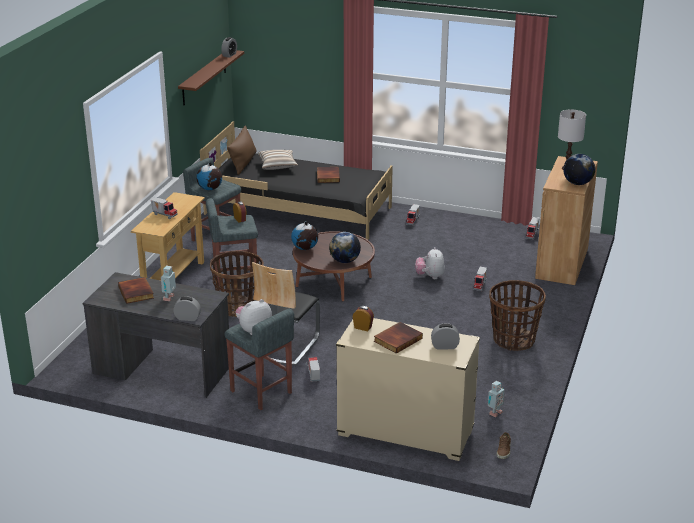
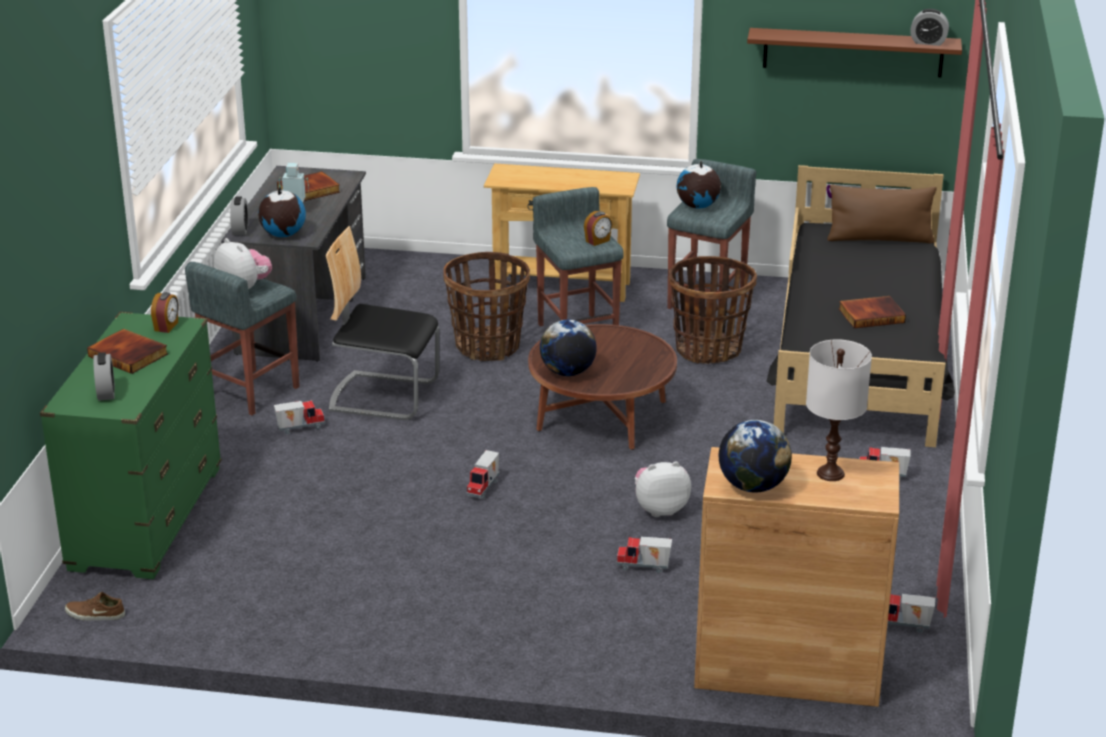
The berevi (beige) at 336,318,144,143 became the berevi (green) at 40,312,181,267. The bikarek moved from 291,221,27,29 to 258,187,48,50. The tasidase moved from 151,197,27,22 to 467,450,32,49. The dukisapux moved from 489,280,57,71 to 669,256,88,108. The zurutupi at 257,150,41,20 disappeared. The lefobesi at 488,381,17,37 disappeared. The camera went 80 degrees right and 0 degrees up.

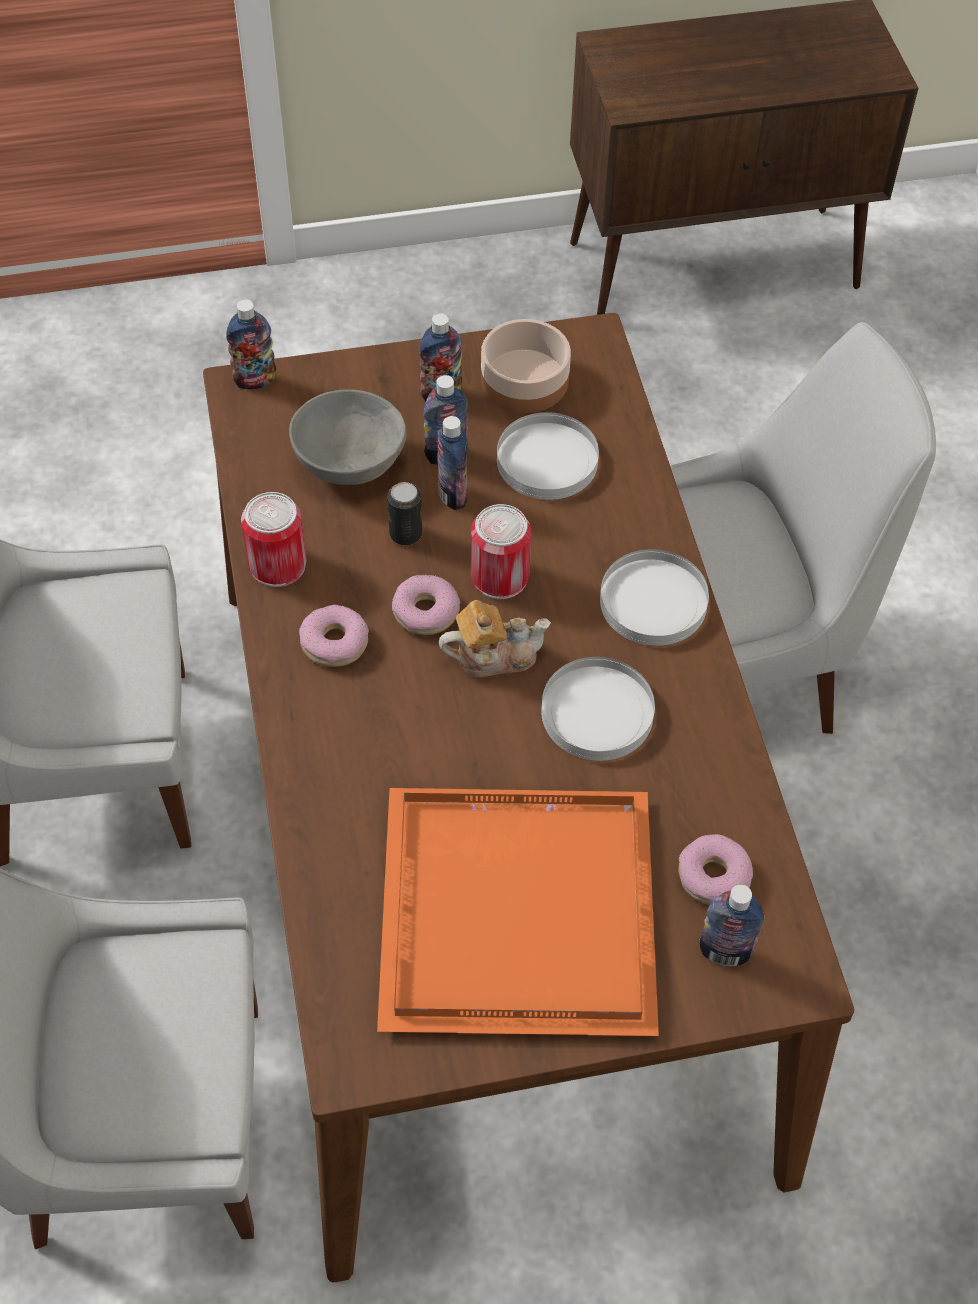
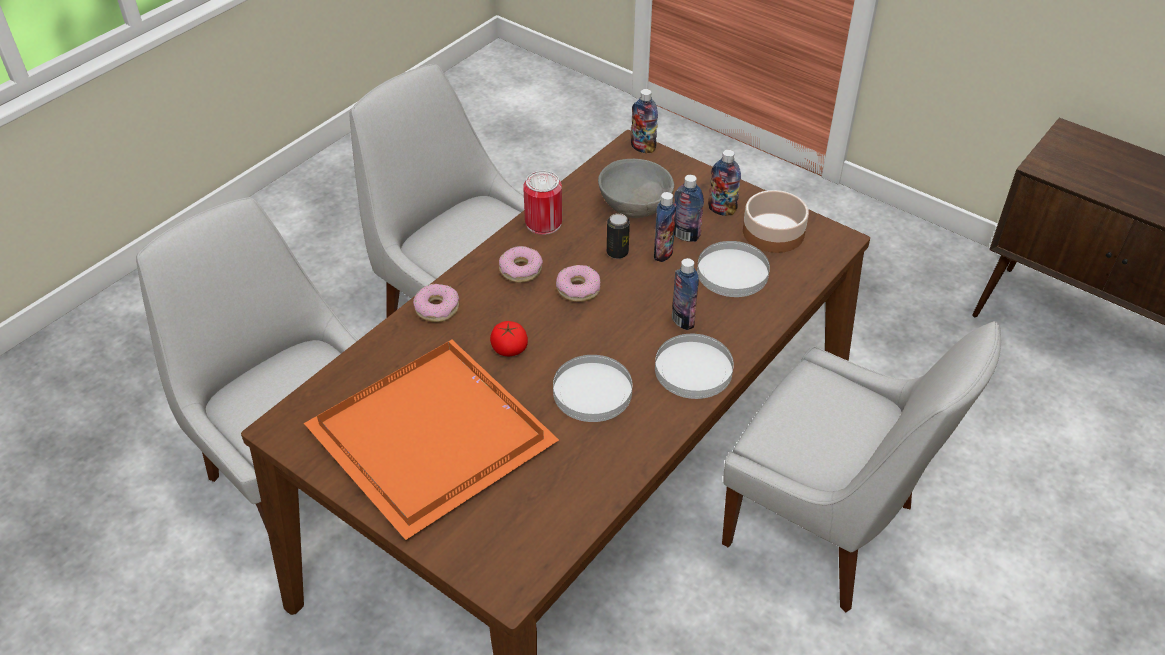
The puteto moved from 679,834,74,71 to 413,284,46,38. The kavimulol at 490,321,38,35 appeared. The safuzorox moved from 699,884,65,82 to 672,258,27,72. The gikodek at 439,600,112,77 disappeared. The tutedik at 471,504,60,95 disappeared. The camera went 50 degrees right and 10 degrees down.

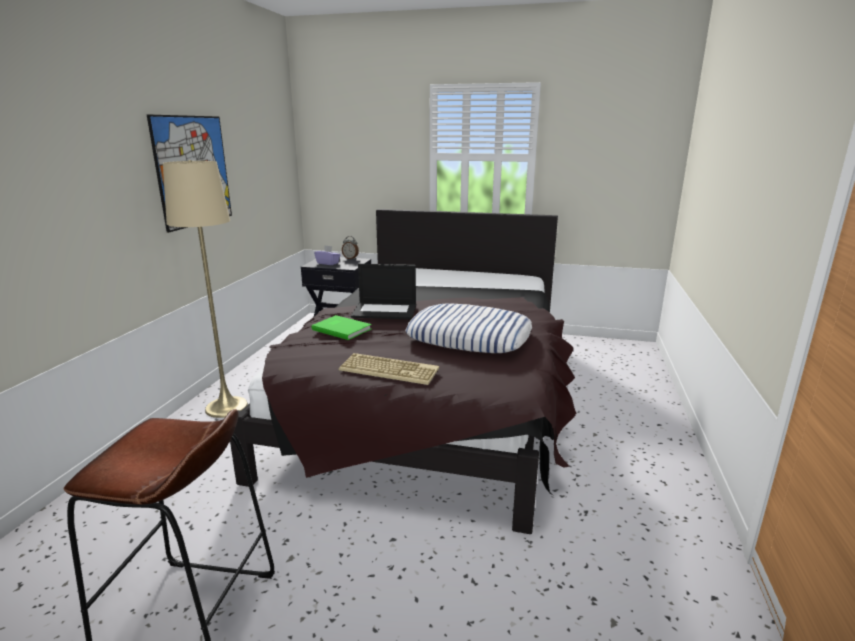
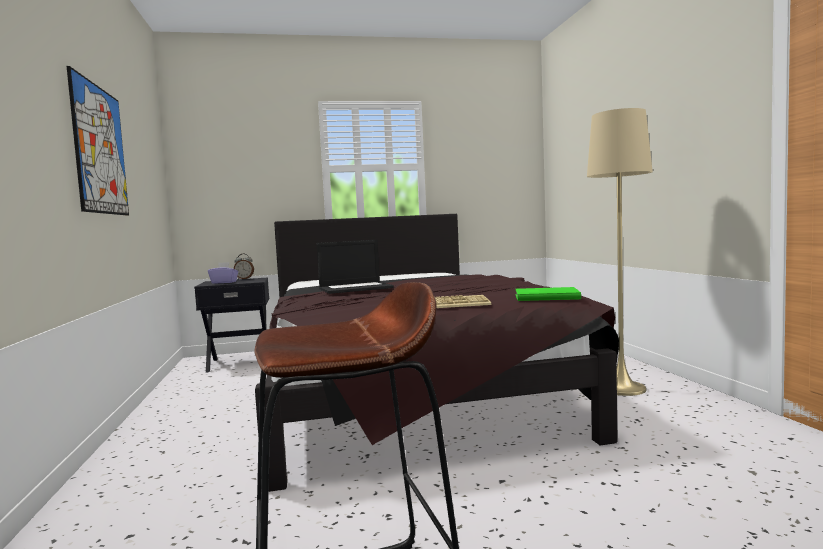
The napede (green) moved from 311,315,60,25 to 516,287,65,14. The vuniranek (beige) moved from 163,160,85,258 to 587,108,66,288. The zurutupi at 405,303,127,50 disappeared. The camera went 25 degrees left and 15 degrees down.

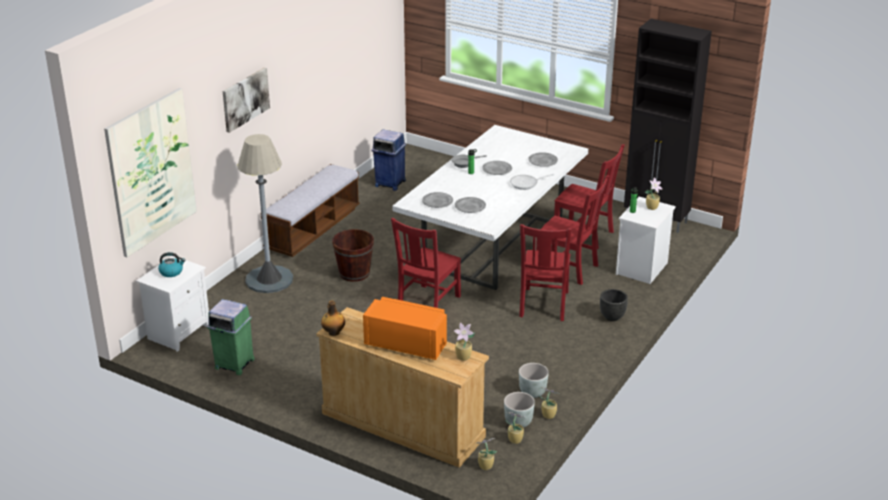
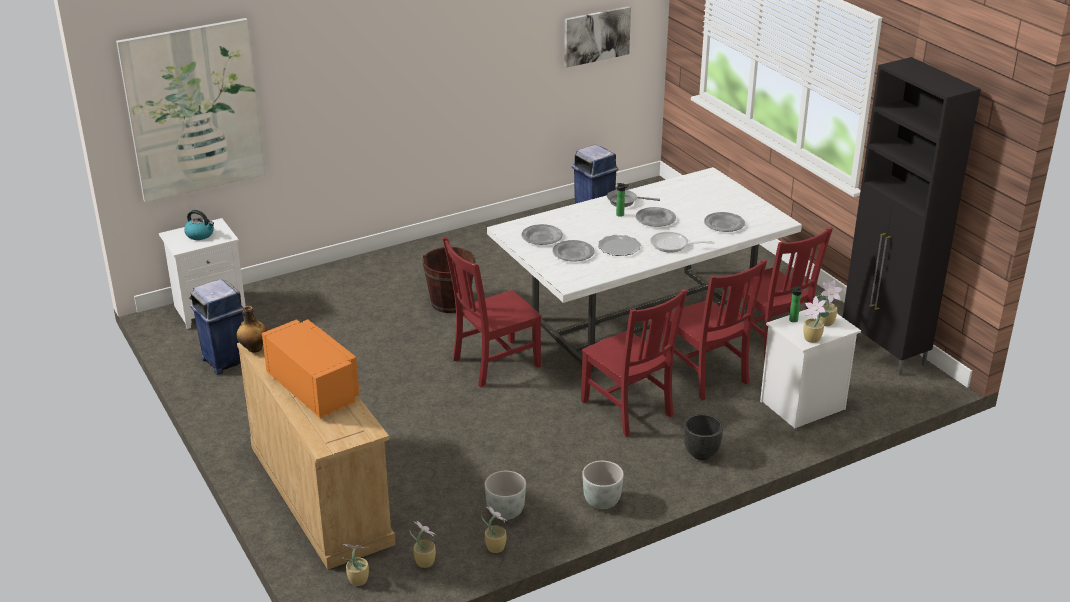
The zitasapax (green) at 207,299,48,76 became the zitasapax (blue) at 190,279,54,96. The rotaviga moved from 223,68,47,65 to 564,6,67,62. The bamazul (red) at 519,224,52,97 turned 75 degrees counterclockwise. The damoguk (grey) moved from 504,392,31,36 to 582,461,42,48. The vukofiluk at 598,235,43,21 appeared. The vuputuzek moved from 454,322,21,39 to 803,296,27,47. The vuniranek (grey) at 237,134,56,159 disappeared. The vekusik at 261,164,99,93 disappeared. The camera went 30 degrees right and 0 degrees up.

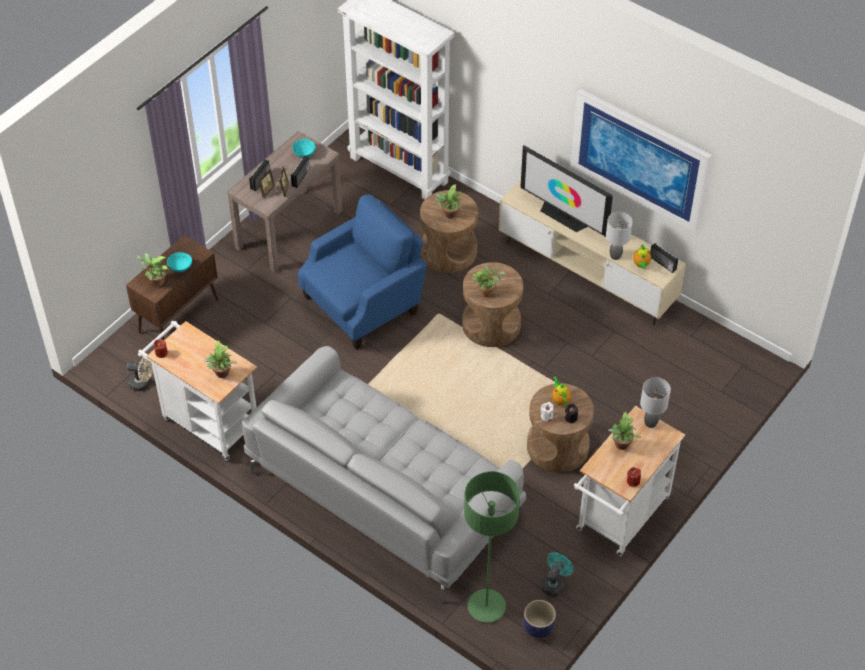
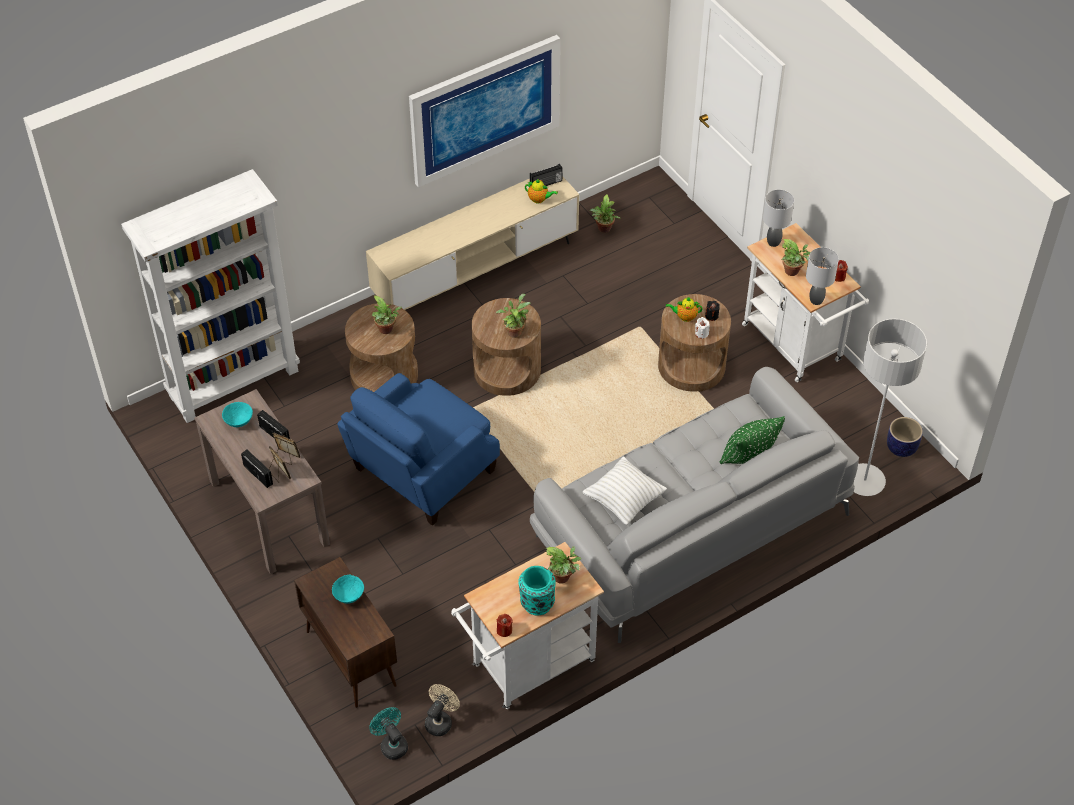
The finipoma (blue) at 298,194,129,156 turned 120 degrees counterclockwise. The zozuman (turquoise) moved from 541,552,33,45 to 369,707,39,53. The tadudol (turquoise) at 518,566,38,50 appeared. The zurutupi (white) at 582,457,85,68 appeared. The vuputuzek moved from 137,253,32,34 to 589,194,32,39. The zurutupi (green) at 719,416,66,48 appeared. The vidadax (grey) moved from 606,212,27,48 to 806,247,33,58. The vuniranek (green) at 464,471,56,152 became the vuniranek (grey) at 853,319,74,177. The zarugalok at 520,145,93,92 disappeared. The camera went 70 degrees left and 0 degrees up.

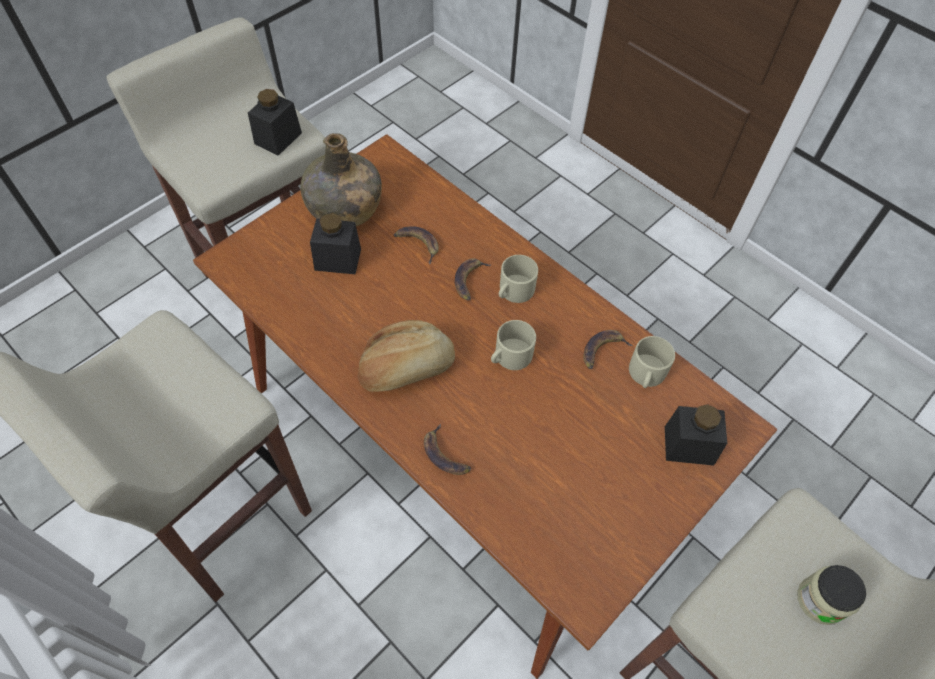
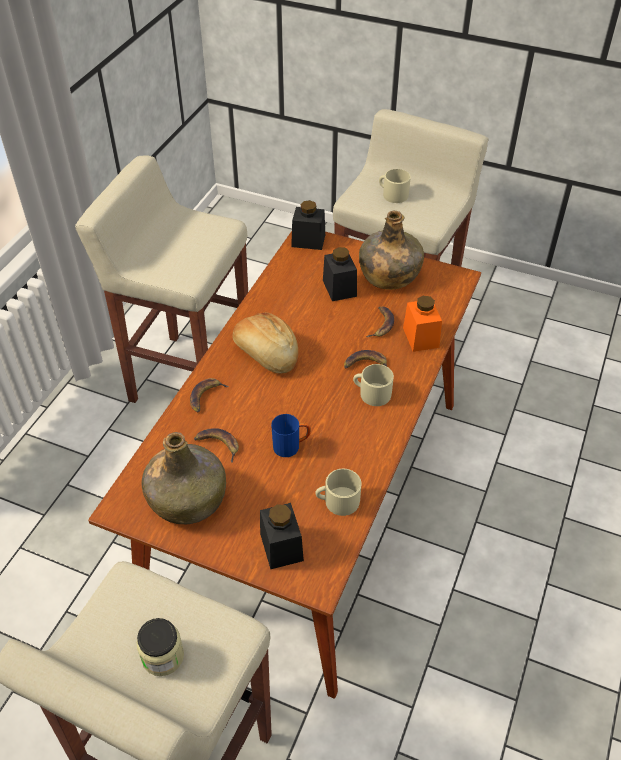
The safuzorox (green) at 141,432,85,92 appeared. The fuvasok moved from 583,330,50,39 to 194,428,45,35. The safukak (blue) at 271,414,40,43 appeared. The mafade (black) moved from 248,89,54,67 to 291,200,34,50. The safukak (beige) moved from 491,320,45,50 to 379,169,32,34. The mafade (orange) at 403,296,39,56 appeared. The camera went 70 degrees right and 10 degrees down.

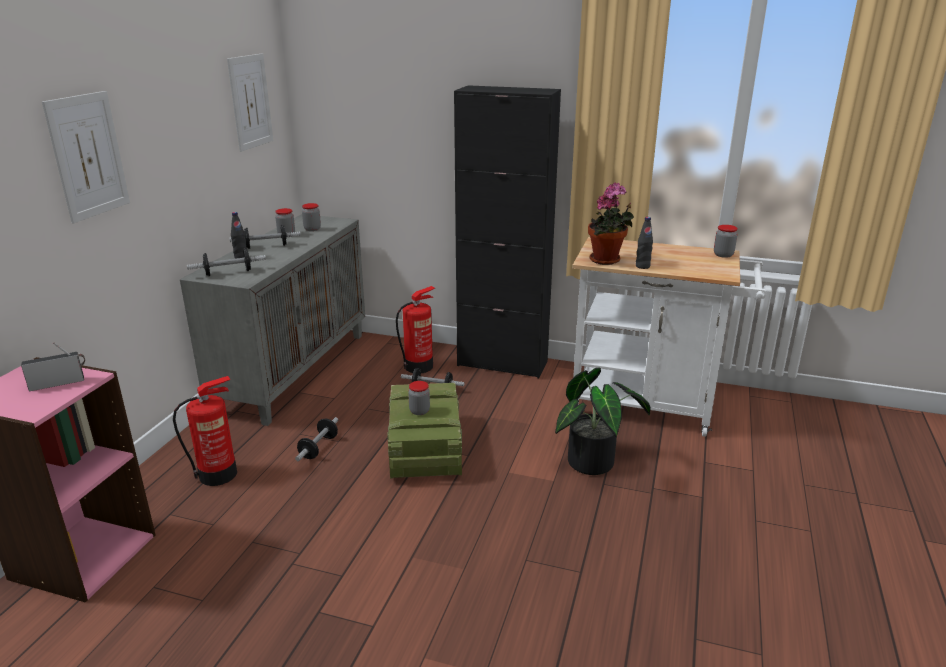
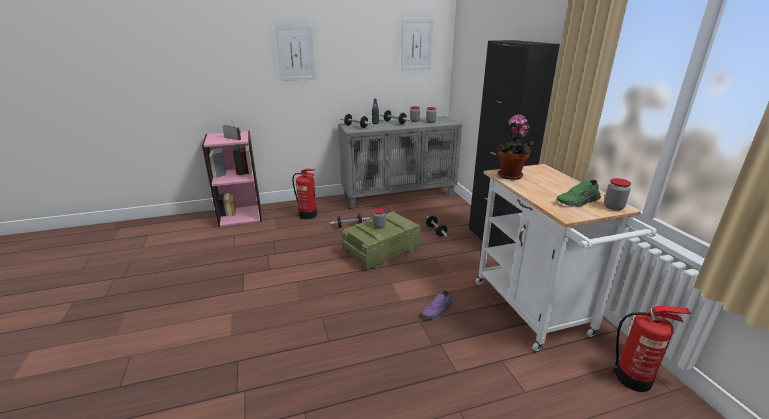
The vuputuzek at 555,367,96,108 was replaced by the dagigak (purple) at 422,291,31,28. The dagigak (green) at 557,180,44,27 appeared. The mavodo moved from 396,286,39,87 to 613,305,78,87. The safuzorox (black) at 636,217,17,52 disappeared. The camera went 55 degrees right and 0 degrees up.

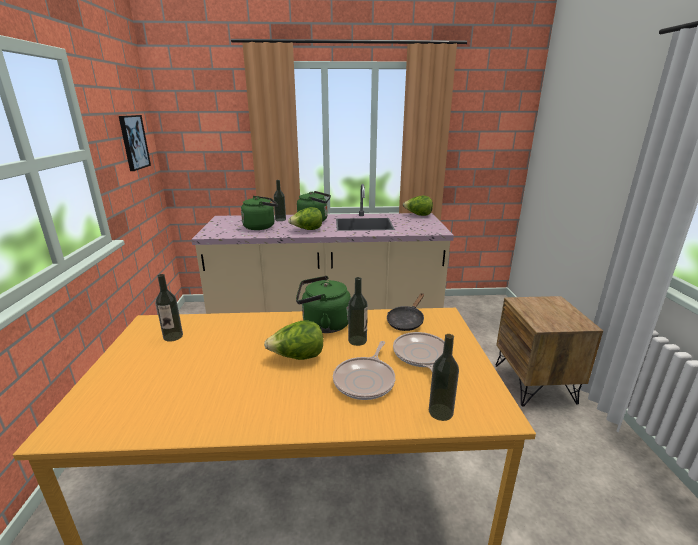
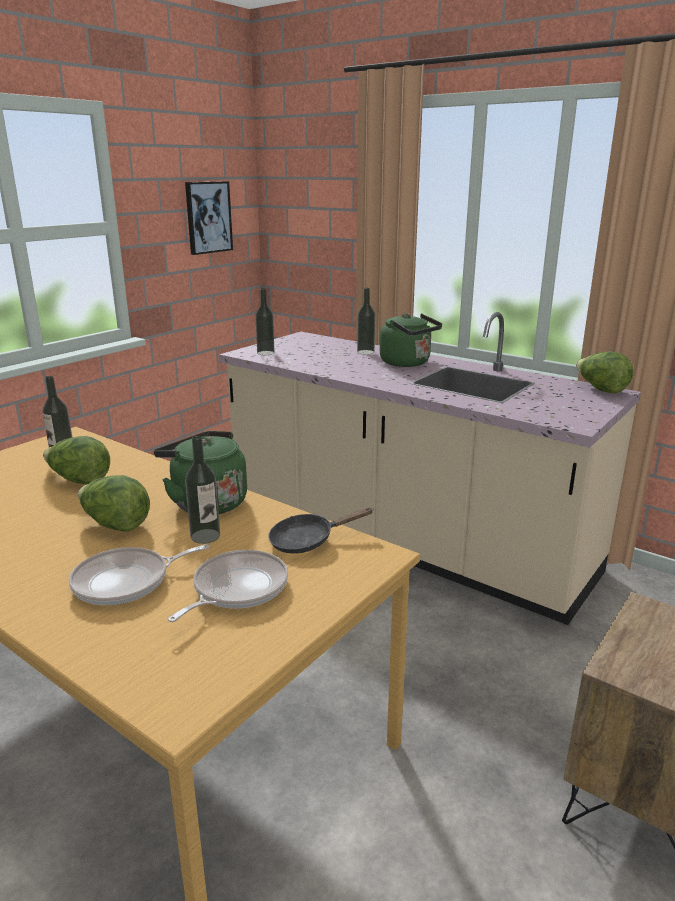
The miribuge moved from 288,207,35,23 to 43,436,67,48. The safuzorox moved from 429,334,30,87 to 255,288,20,67. The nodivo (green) at 241,196,37,34 disappeared. The camera went 40 degrees right and 0 degrees up.

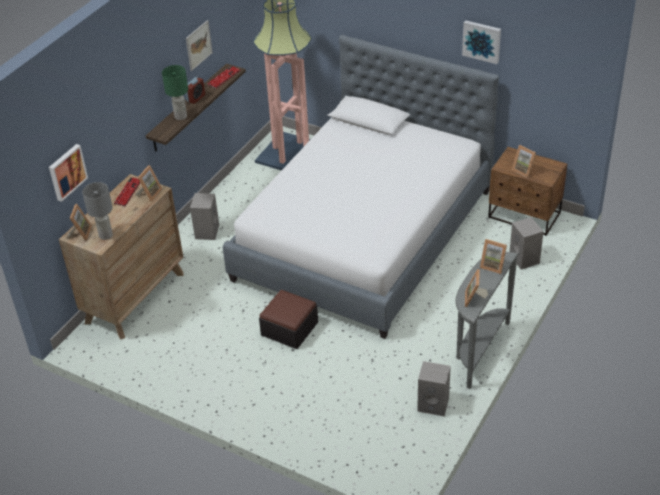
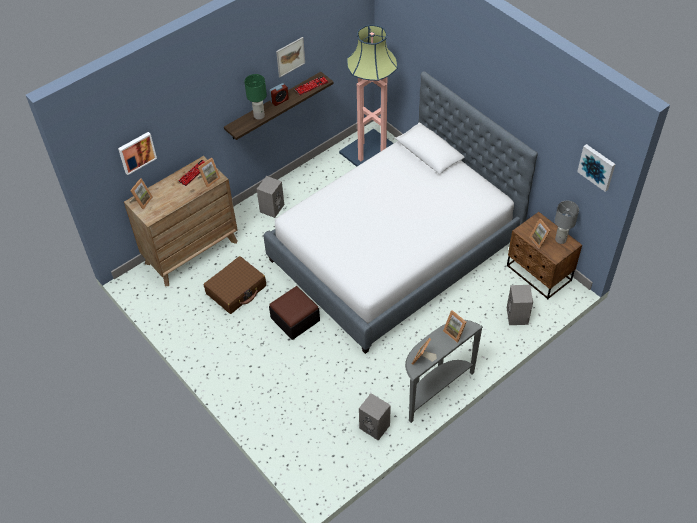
The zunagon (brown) at 204,256,62,58 appeared. The vidadax (grey) moved from 82,182,31,58 to 555,201,24,43. The rotaviga moved from 462,20,39,44 to 577,144,38,48. The camera went 20 degrees right and 10 degrees up.

